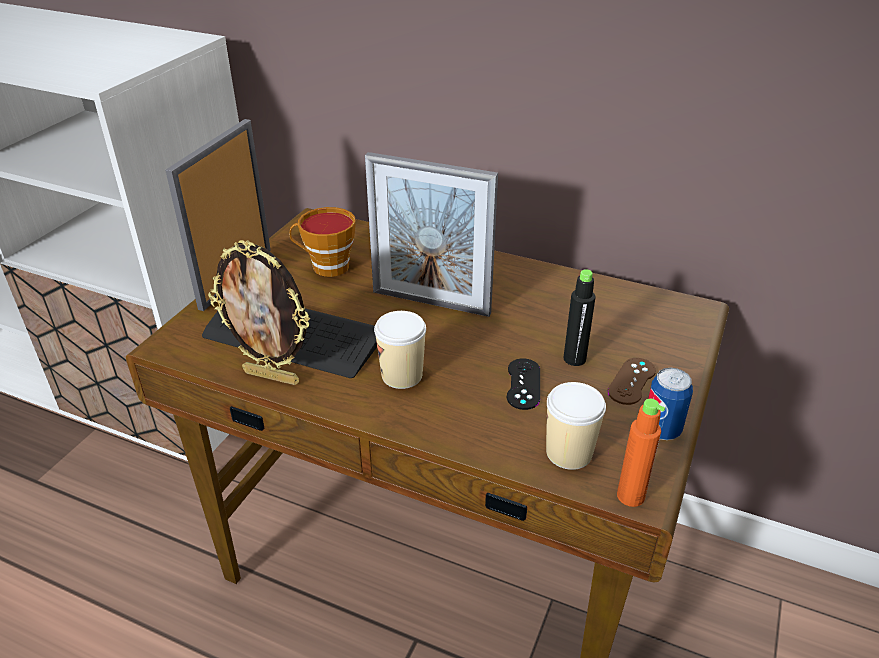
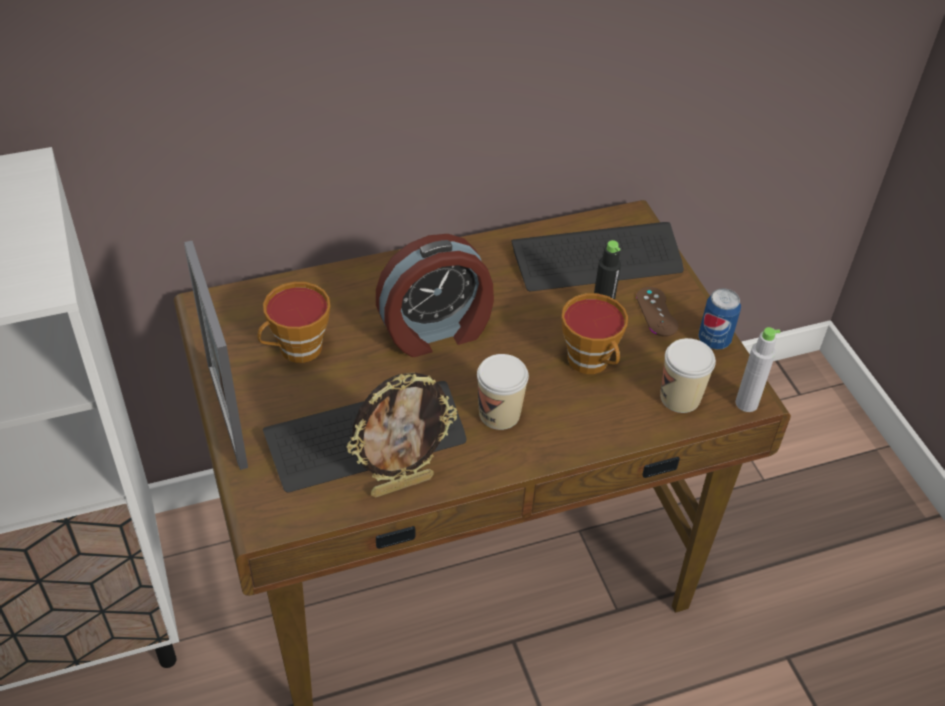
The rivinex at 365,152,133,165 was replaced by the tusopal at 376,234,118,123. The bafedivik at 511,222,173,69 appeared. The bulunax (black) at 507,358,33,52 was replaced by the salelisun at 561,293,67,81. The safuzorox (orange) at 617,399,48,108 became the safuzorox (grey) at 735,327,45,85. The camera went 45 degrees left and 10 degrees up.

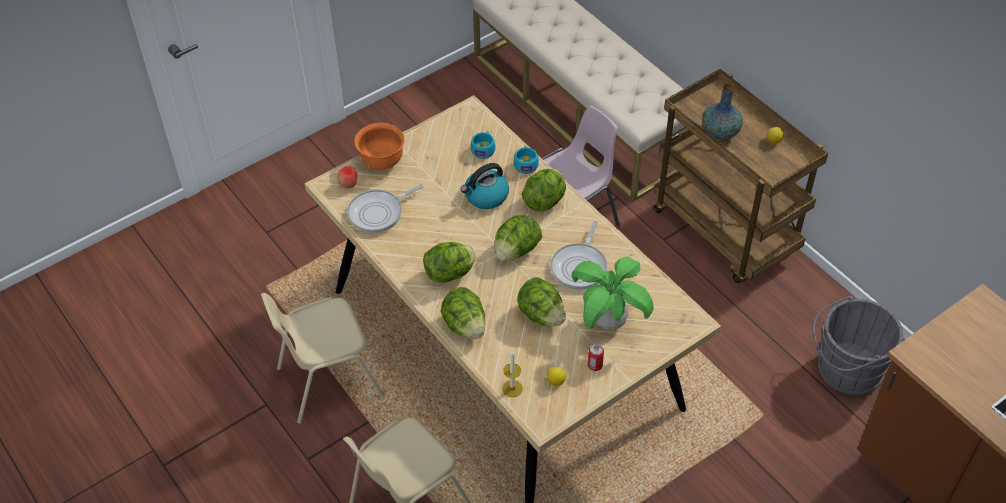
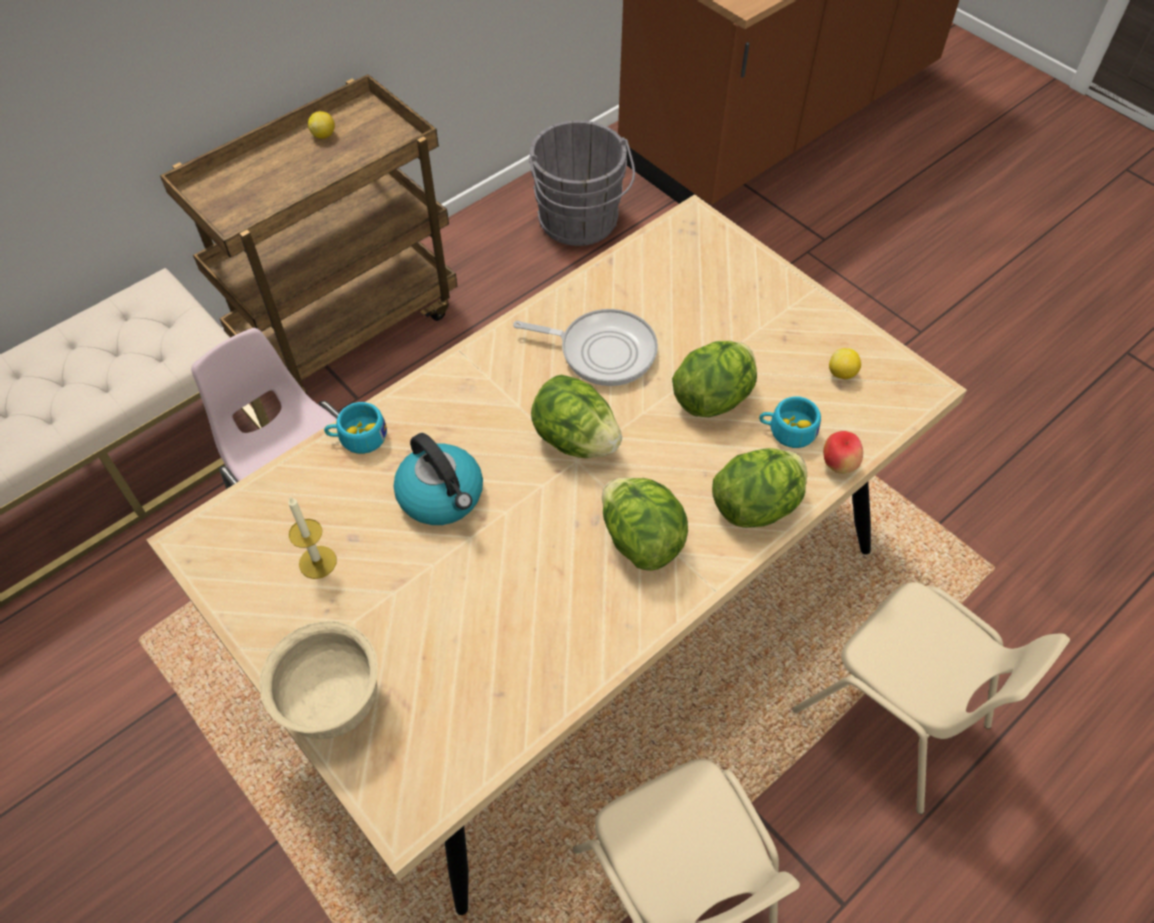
The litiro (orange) at 354,123,50,47 became the litiro (beige) at 260,621,118,118. The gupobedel moved from 502,350,21,47 to 288,496,49,83. The salelisun (turquoise) moved from 471,131,24,28 to 759,396,62,52. The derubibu moved from 337,166,20,22 to 823,431,40,43. The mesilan at 347,184,76,49 disappeared. The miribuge at 522,169,44,43 disappeared. The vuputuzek at 571,257,82,73 disappeared. The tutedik at 588,344,16,27 disappeared. The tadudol at 702,83,41,57 disappeared. The camera went 95 degrees left and 5 degrees up.

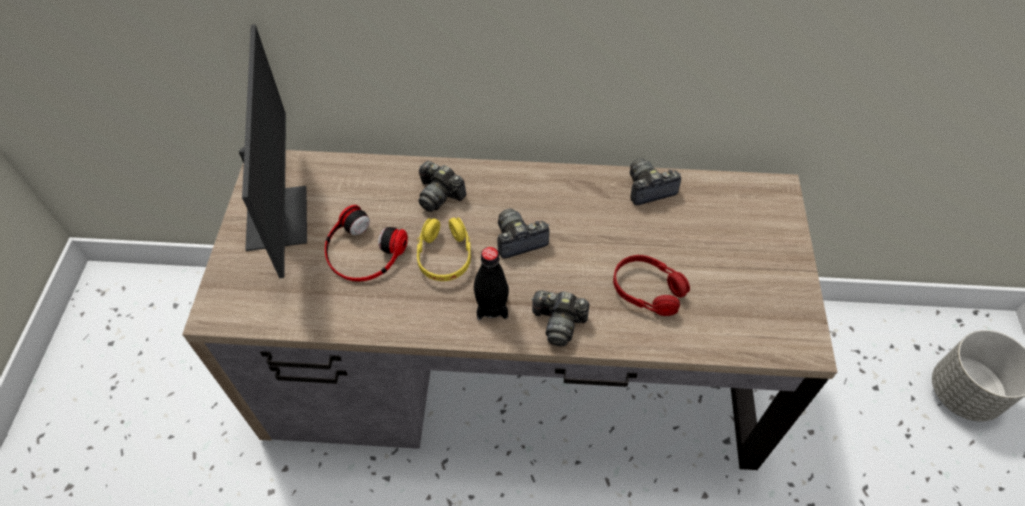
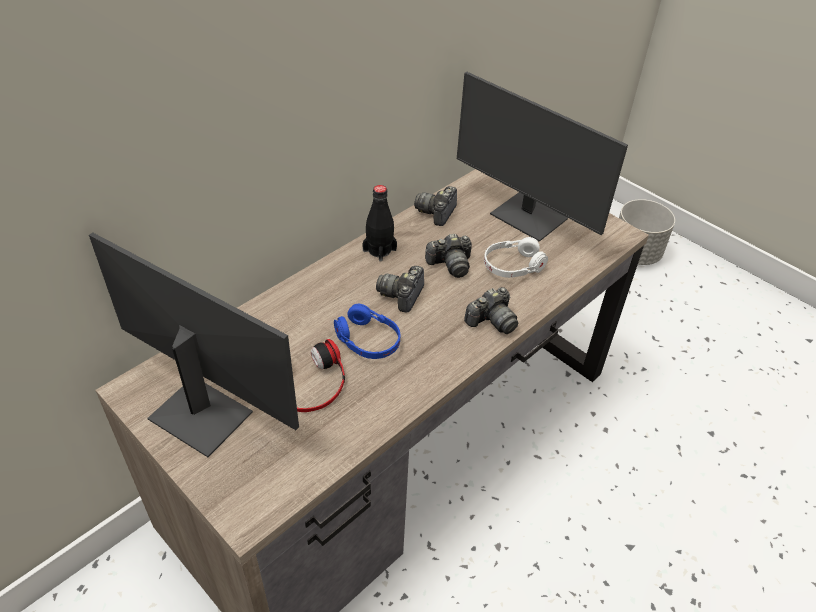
The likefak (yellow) at 417,217,54,64 became the likefak (blue) at 334,304,66,55. The safuzorox (black) moved from 474,247,35,73 to 362,185,35,77. The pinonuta moved from 418,161,48,51 to 425,234,47,44. The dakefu at 457,72,171,170 appeared. The likefak (red) at 613,255,77,61 became the likefak (white) at 484,237,64,41. The camera went 50 degrees left and 10 degrees down.

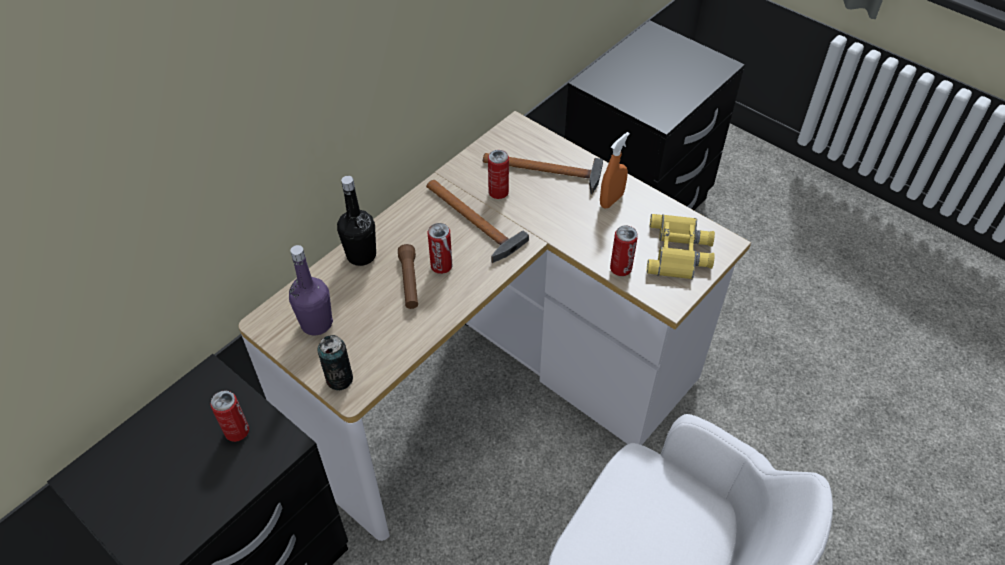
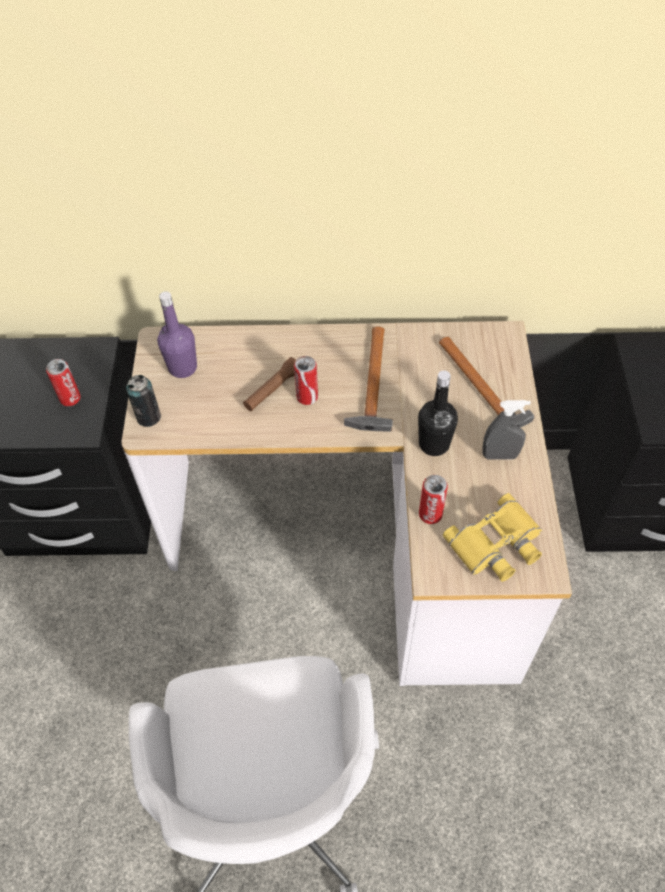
The safuzorox (black) moved from 337,176,39,90 to 418,371,40,85. The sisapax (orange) at 600,132,30,76 became the sisapax (grey) at 482,400,49,60. The tutedik at 488,150,21,49 disappeared. The camera went 50 degrees right and 5 degrees up.

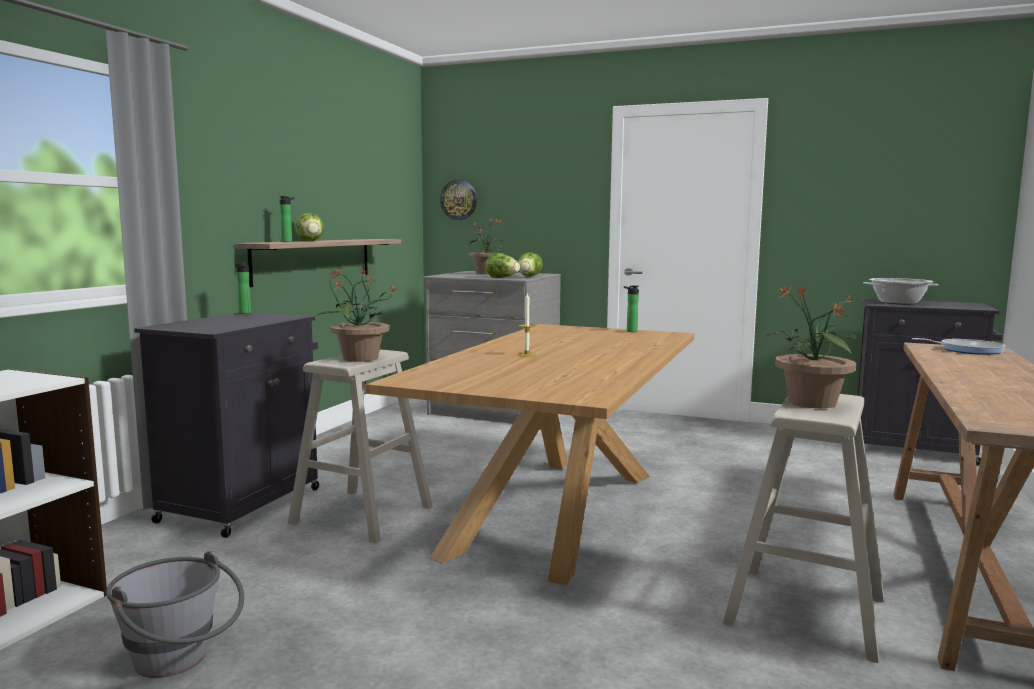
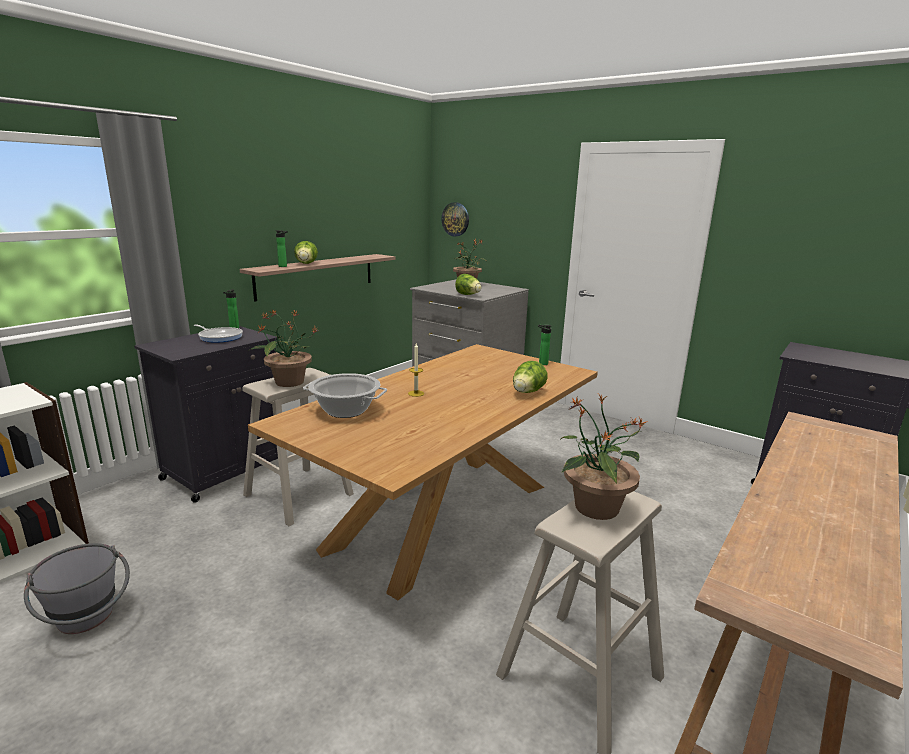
The mesilan moved from 912,338,93,17 to 194,324,49,19. The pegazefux moved from 863,278,76,26 to 303,373,84,45. The miribuge moved from 518,252,25,25 to 513,361,35,32. The camera went 15 degrees right and 10 degrees up.

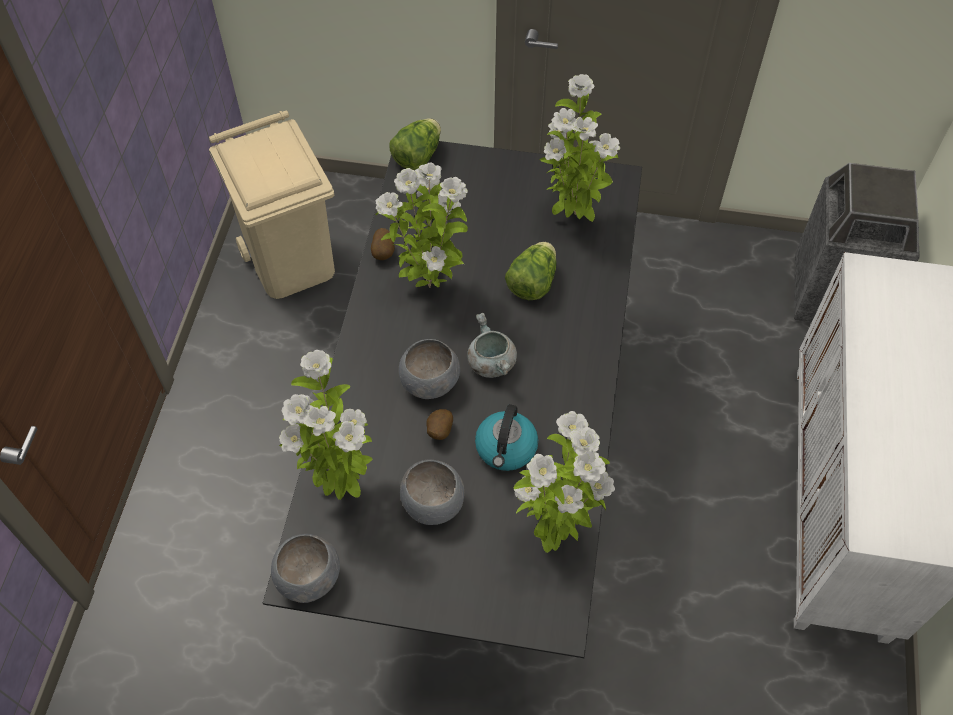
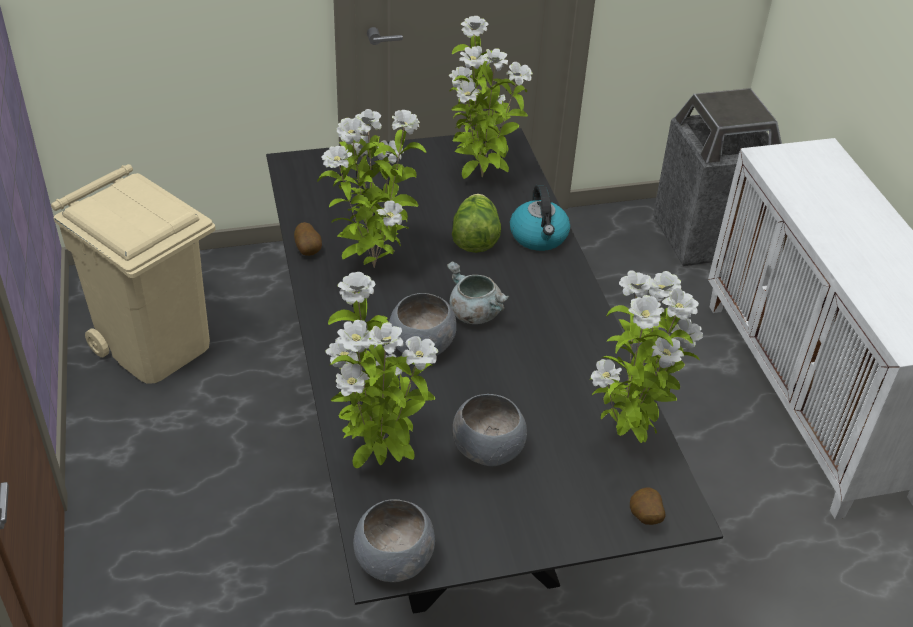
The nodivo moved from 475,404,63,67 to 510,184,60,67. The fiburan moved from 426,409,27,31 to 630,487,36,38. The miribuge at 389,118,52,52 disappeared. The camera went 25 degrees left and 15 degrees down.

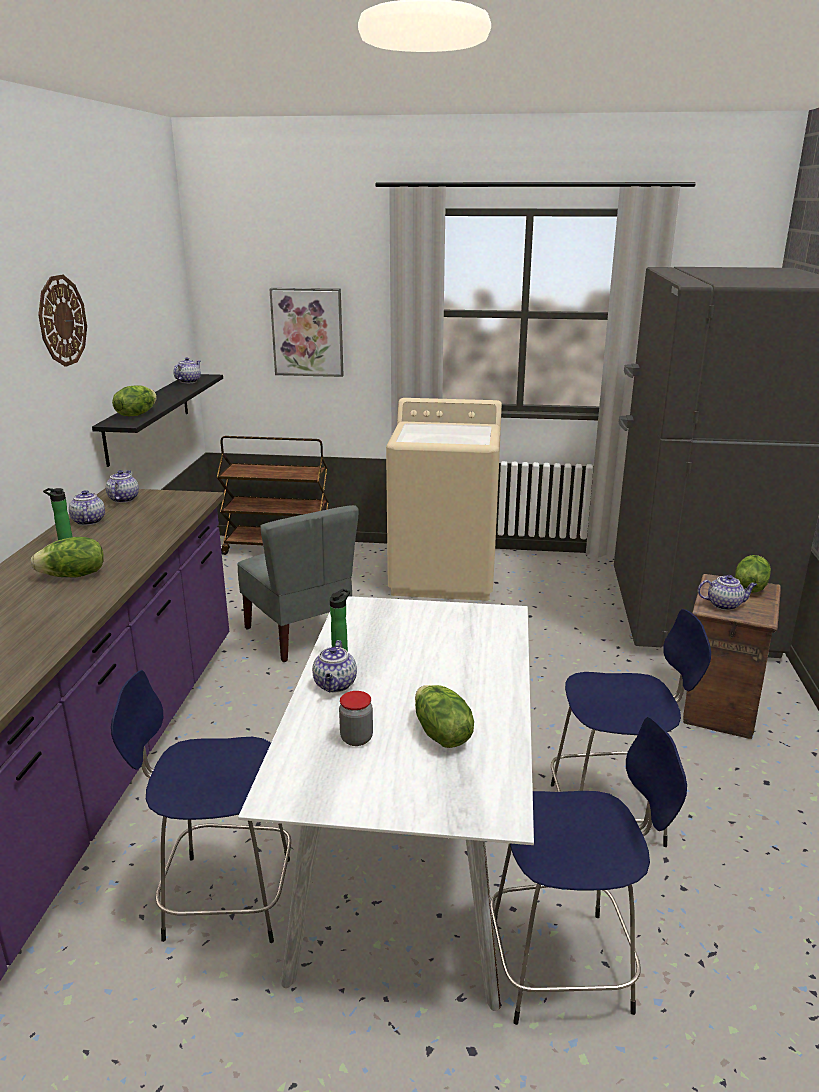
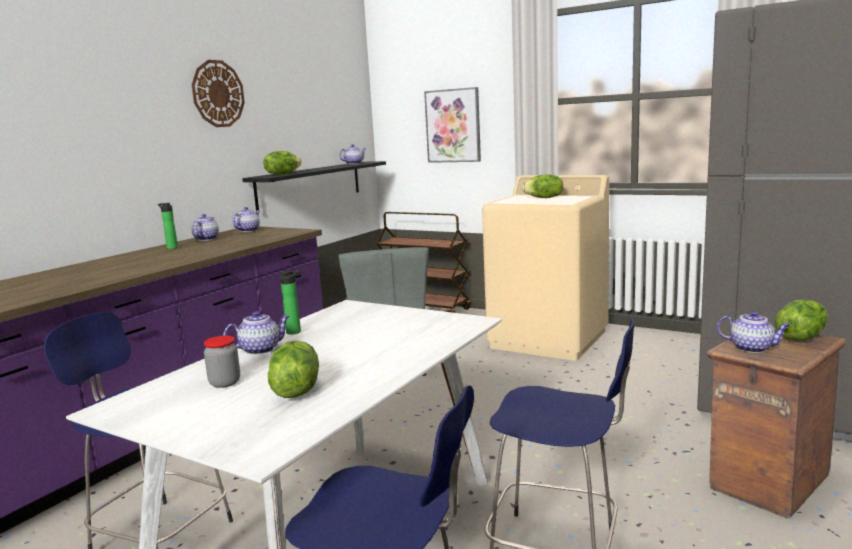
The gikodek at 312,640,45,52 turned 150 degrees counterclockwise. The miribuge moved from 31,537,73,41 to 522,174,41,24. The camera went 25 degrees right and 10 degrees down.

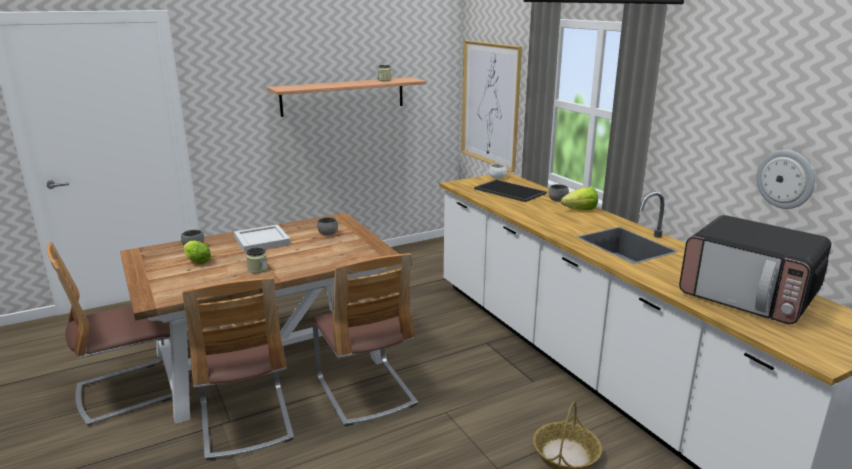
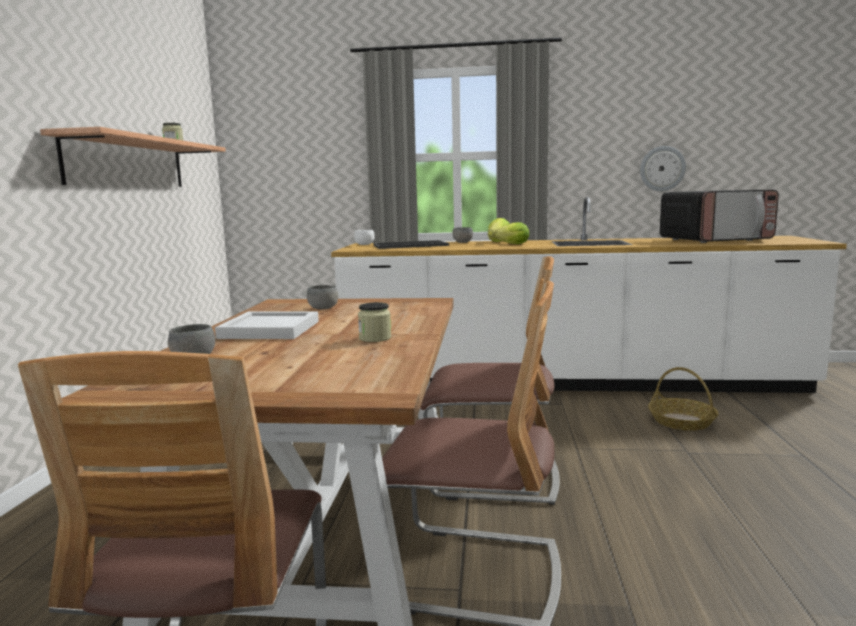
The miribuge moved from 183,241,28,23 to 495,222,34,22. The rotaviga at 461,40,61,133 disappeared. The camera went 55 degrees left and 10 degrees down.

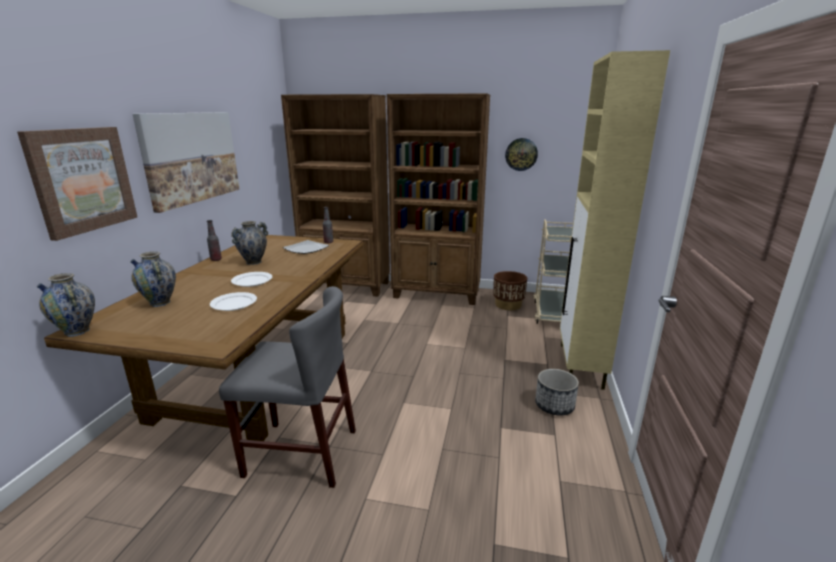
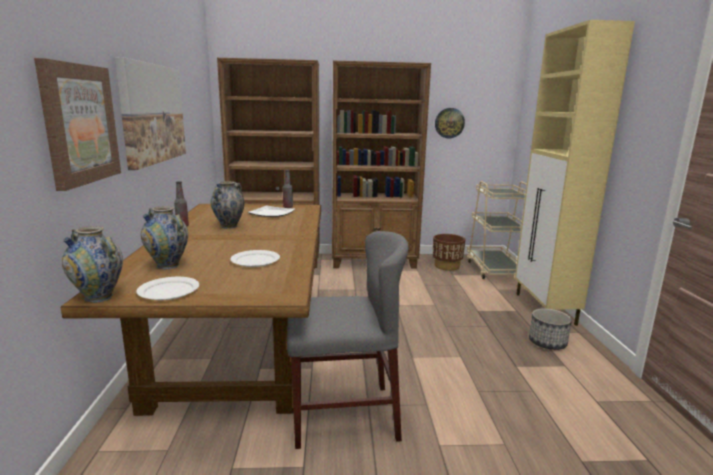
The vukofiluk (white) moved from 231,272,41,15 to 136,277,63,23. The camera went 15 degrees left and 5 degrees down.

